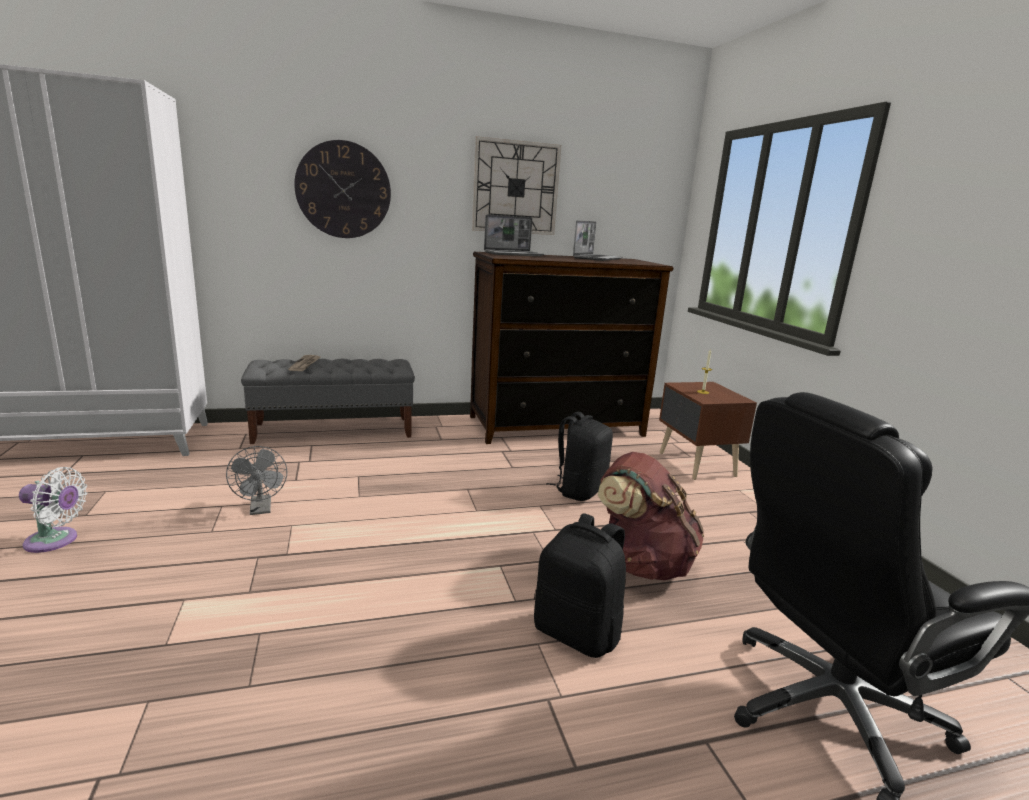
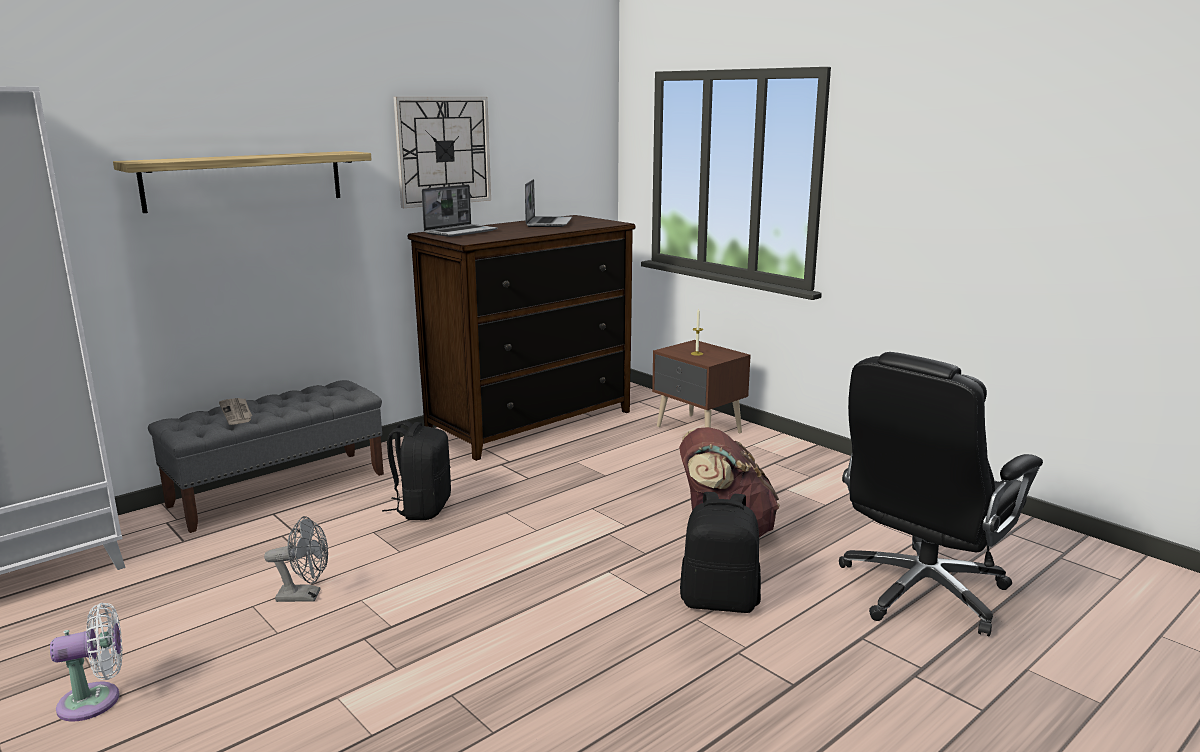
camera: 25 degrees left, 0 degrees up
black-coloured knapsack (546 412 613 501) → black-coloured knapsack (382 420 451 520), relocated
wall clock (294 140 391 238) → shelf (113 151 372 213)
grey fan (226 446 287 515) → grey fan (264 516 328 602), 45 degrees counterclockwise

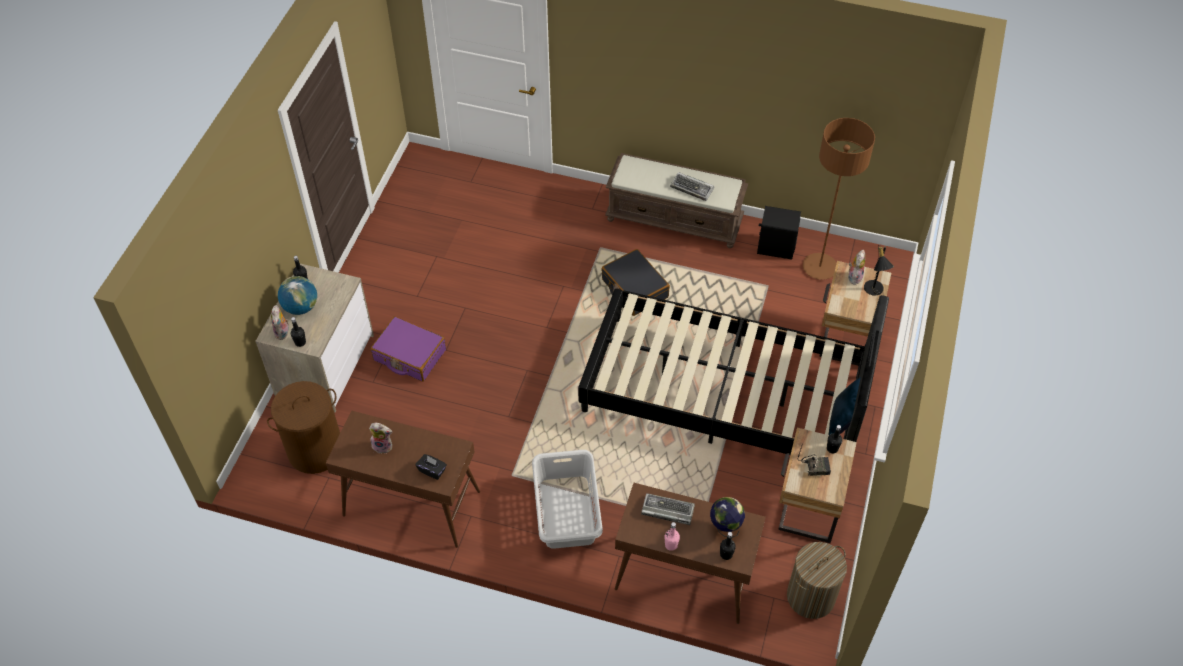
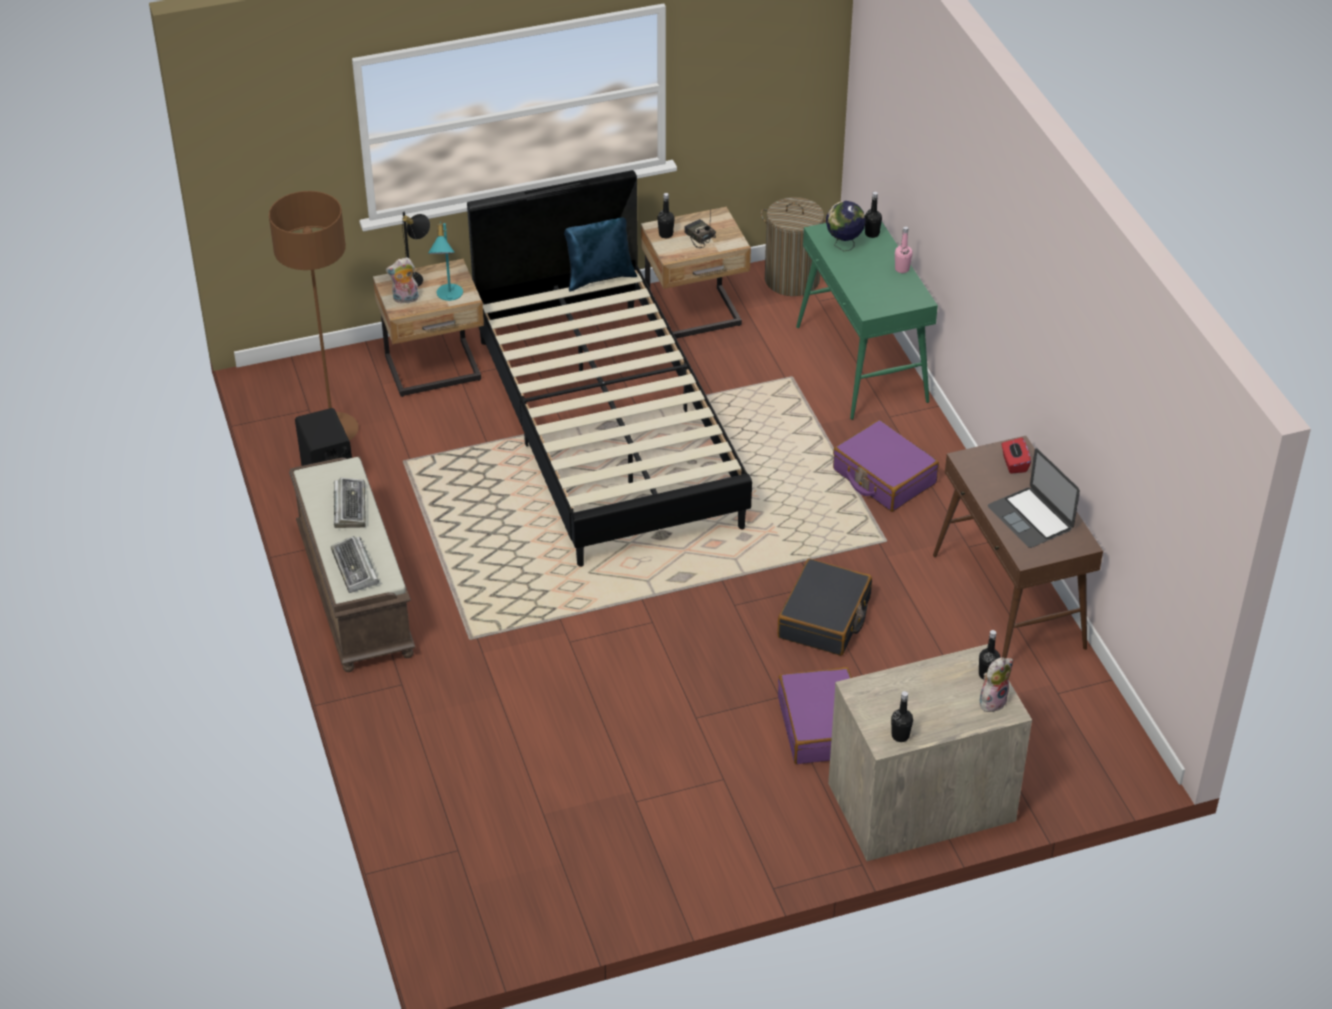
camera: 125 degrees left, 10 degrees down
brownish washing basket (267 381 340 474) → -
desk globe (278 276 317 315) → -
- → turquoise tabletop lamp (428 222 463 301)
black-coloured suitcase (601 249 670 316) → black-coloured suitcase (777 558 872 656), relocated
PC keyboard (641 493 695 525) → PC keyboard (331 536 379 593), relocated
cuddly toy (369 423 392 454) → notebook computer (988 448 1080 548)
grey washing basket (532 450 603 549) → purple-coloured suitcase (833 420 939 512)
black-coloured tissue box (416 454 447 480) → red tissue box (1001 437 1031 474)
brownish console table (615 483 765 624) → green-coloured console table (796 222 938 420)

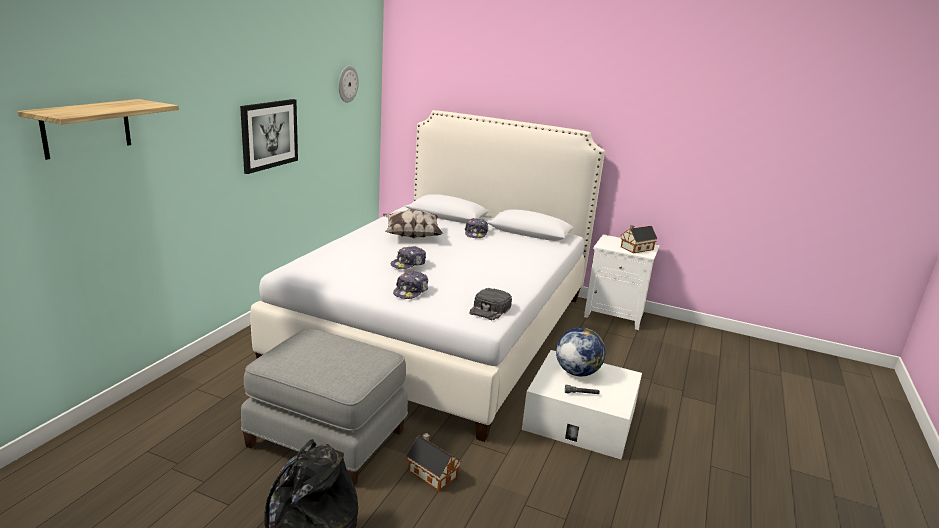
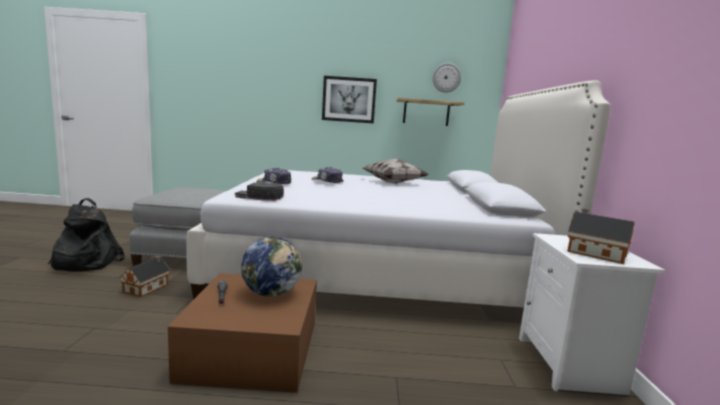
camera: 70 degrees right, 10 degrees down
baseball cap (465 218 488 238) → -
shelf (18 99 179 160) → shelf (396 98 465 126), relocated
white storage box (522 350 642 459) → brownish storage box (168 273 317 393)

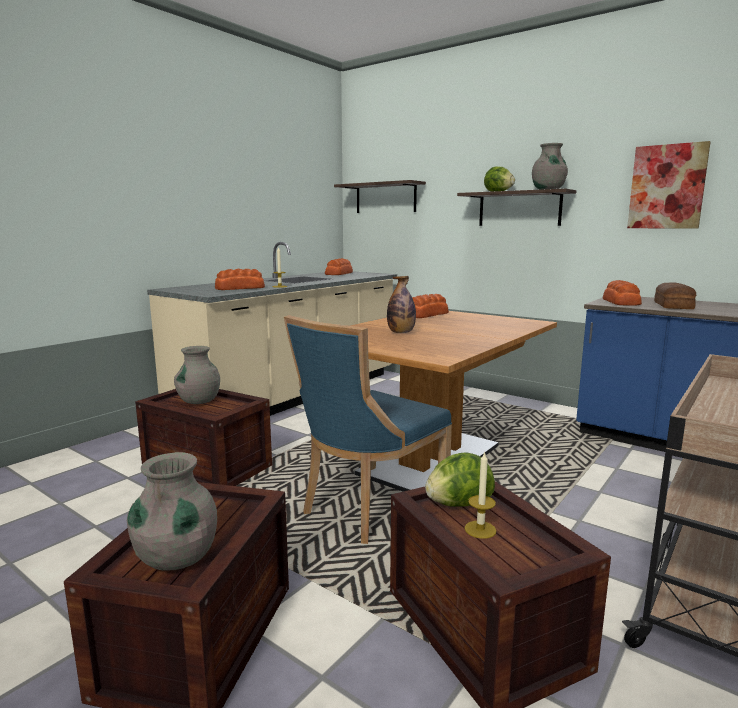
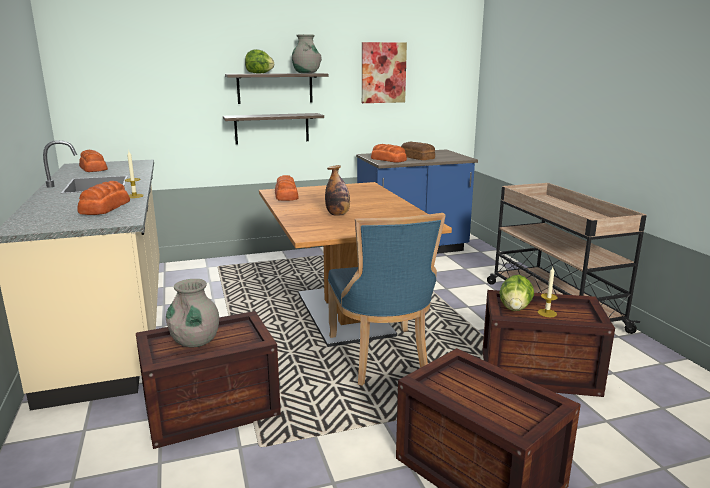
camera: 55 degrees left, 5 degrees up
grey vase (127 452 217 571) → -
shelf (334 180 426 213) → shelf (223 113 324 144), relocated

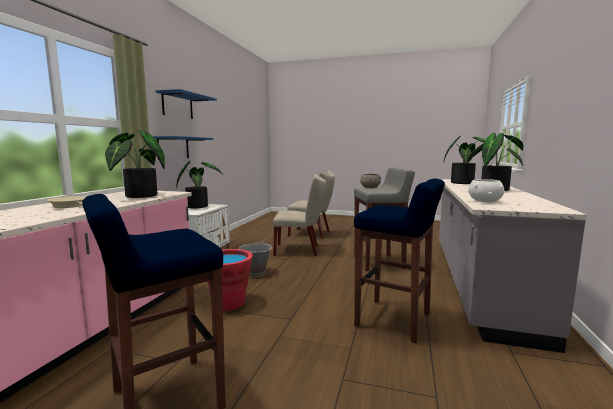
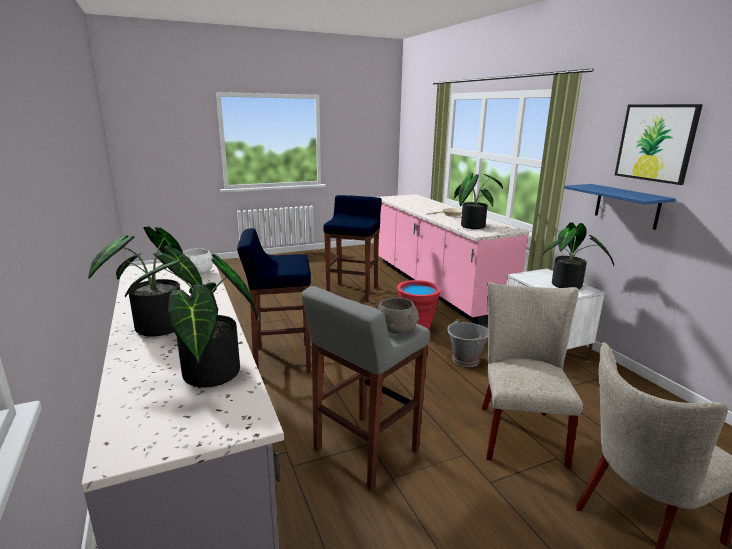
camera: 140 degrees right, 10 degrees up
bluish shelf (155 89 217 119) → wall art (615 104 703 185)
beige chair (273 174 327 256) → beige chair (482 282 583 469), 135 degrees clockwise

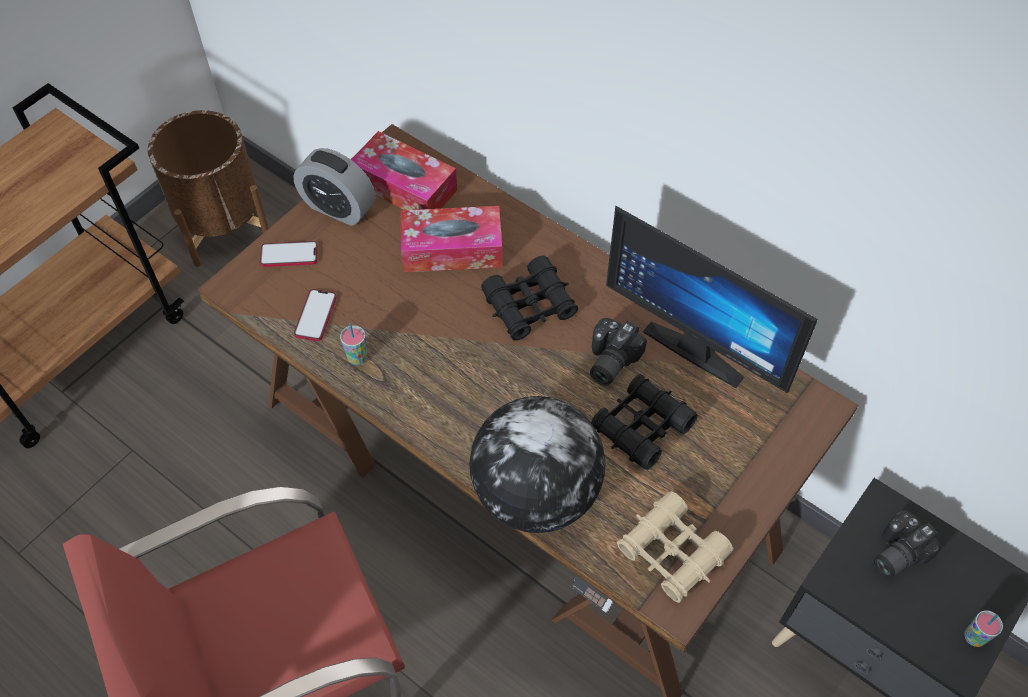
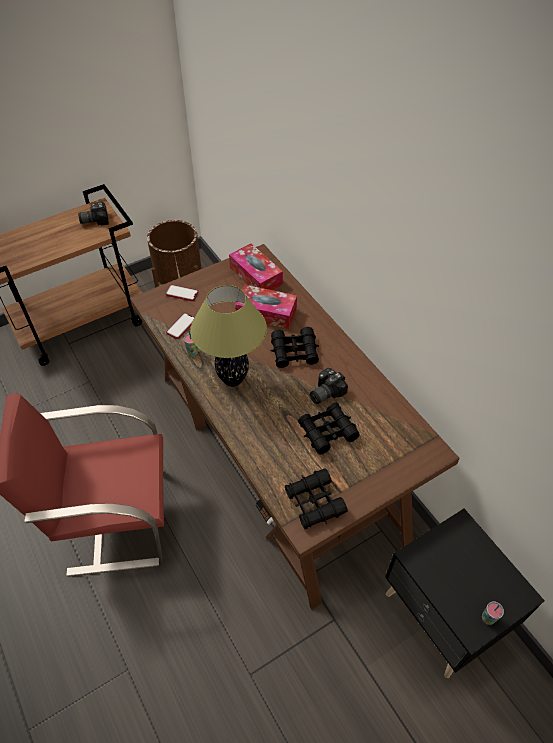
camera: 20 degrees right, 5 degrees down
alarm clock (293 148 375 226) → -
desk globe (469 396 606 533) → -
computer display (606 205 818 393) → -
- → tabletop lamp (190 285 267 387)
photo camera (873 510 942 578) → photo camera (78 202 109 226), relocated
beige pair of binoculars (617 491 733 603) → black-coloured pair of binoculars (285 468 348 529)

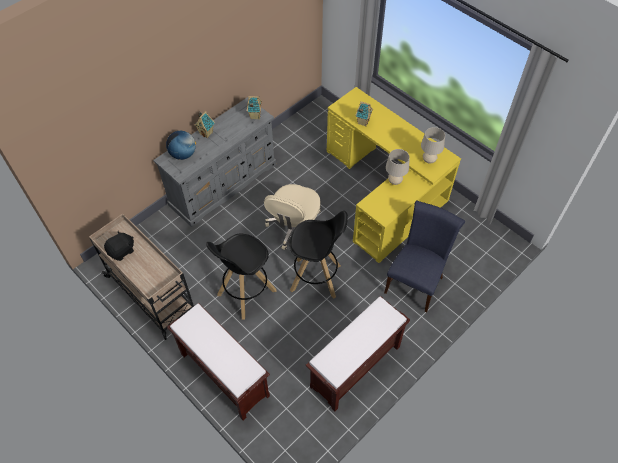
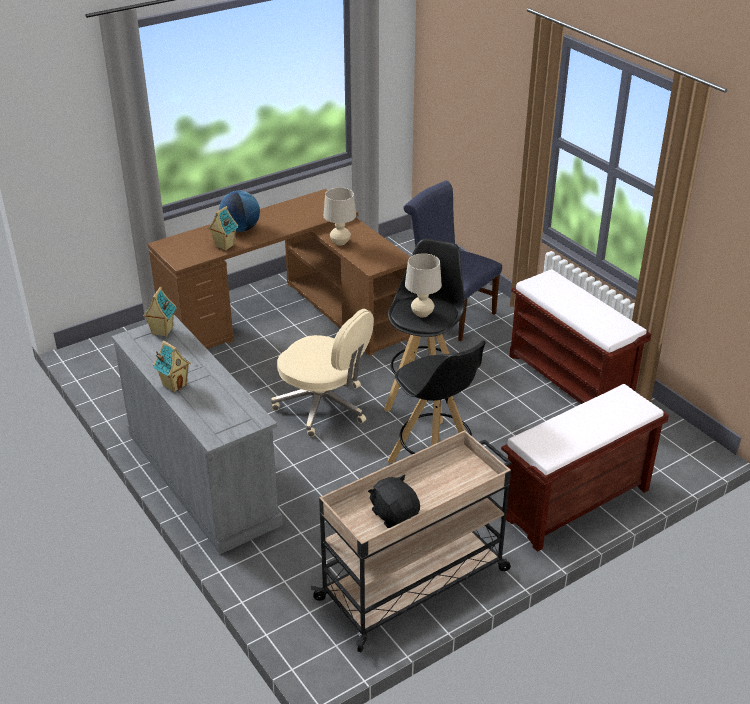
camera: 80 degrees left, 20 degrees down
desk globe (166 130 196 160) → desk globe (219 191 260 232), relocated
beige tabletop lamp (421 127 445 164) → beige tabletop lamp (405 253 442 318), relocated
yellowish desk unit (327 87 461 263) → brownish desk unit (148 189 410 356)

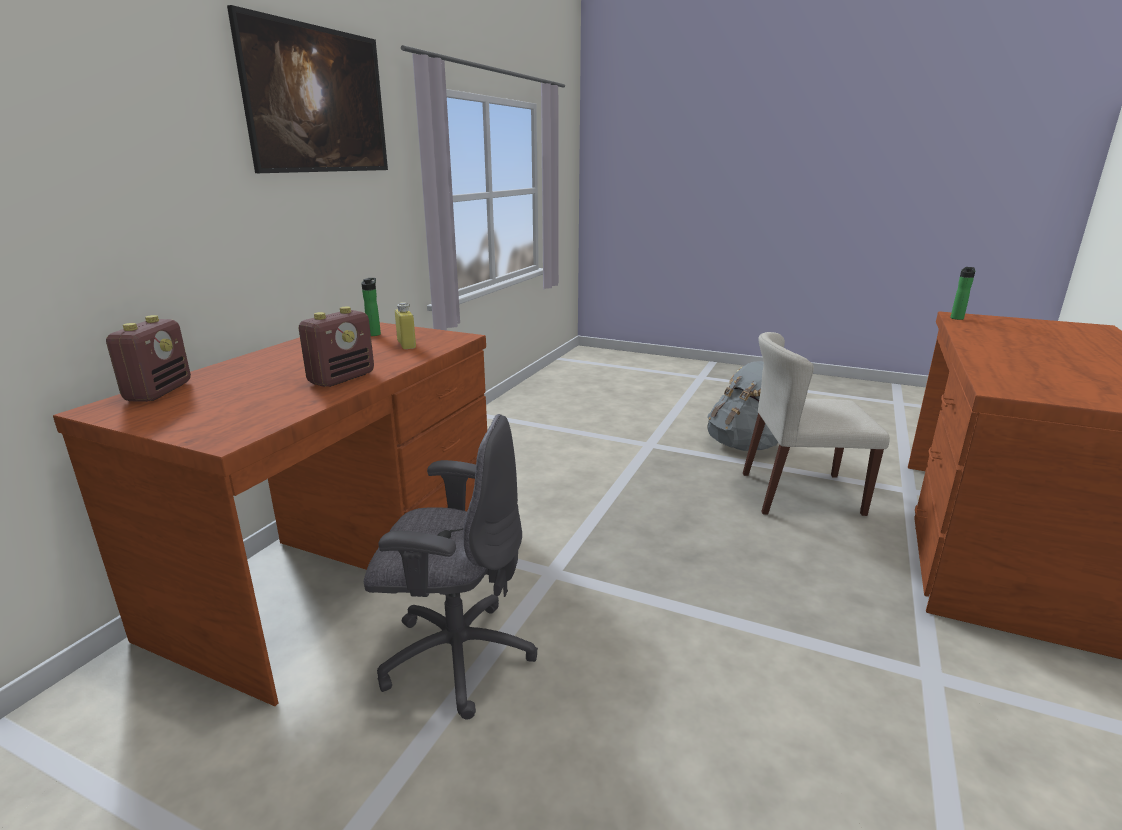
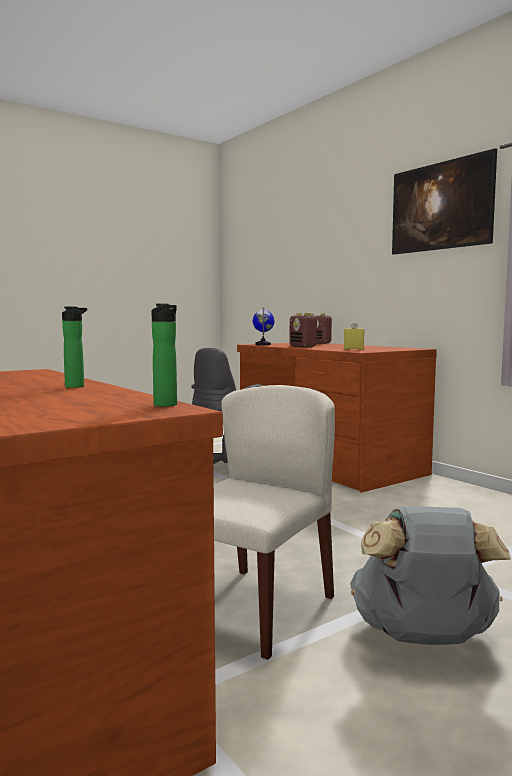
camera: 120 degrees right, 15 degrees down
- → desk globe (253 307 275 345)
beverage bottle (361 278 381 336) → beverage bottle (62 306 87 388), relocated

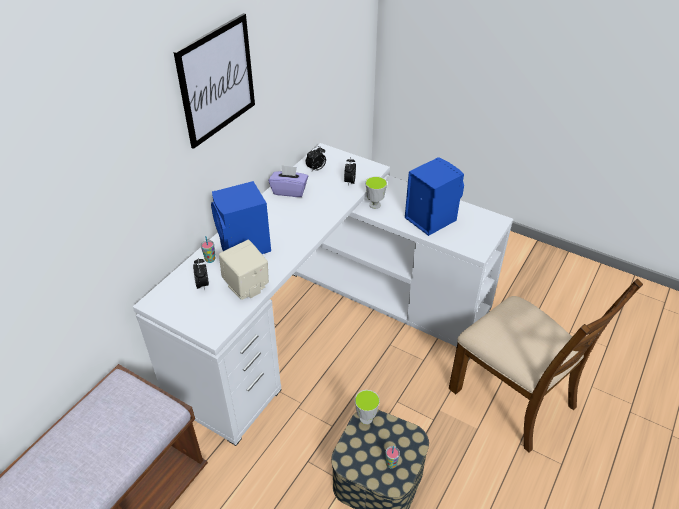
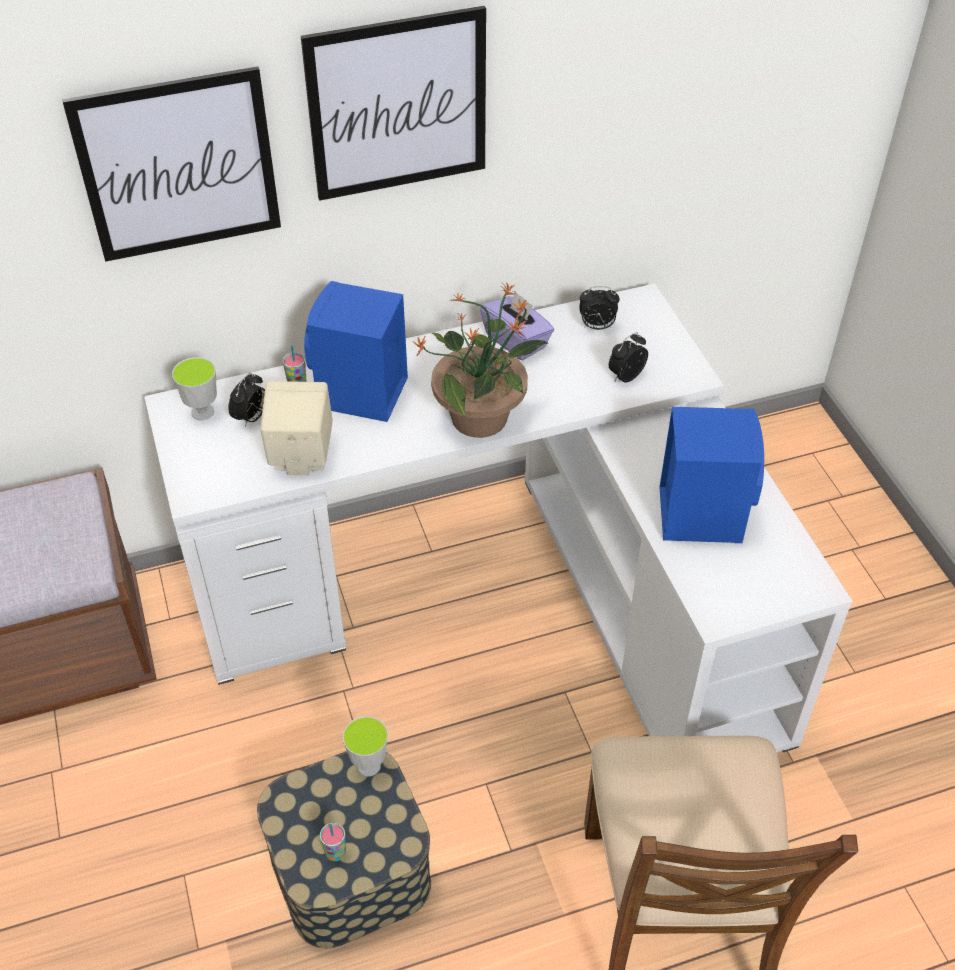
camera: 40 degrees right, 5 degrees up
- → wall art (62 66 281 262)
- → potted plant (412 282 549 438)
small cup (365 176 387 209) → small cup (172 357 217 420), relocated

